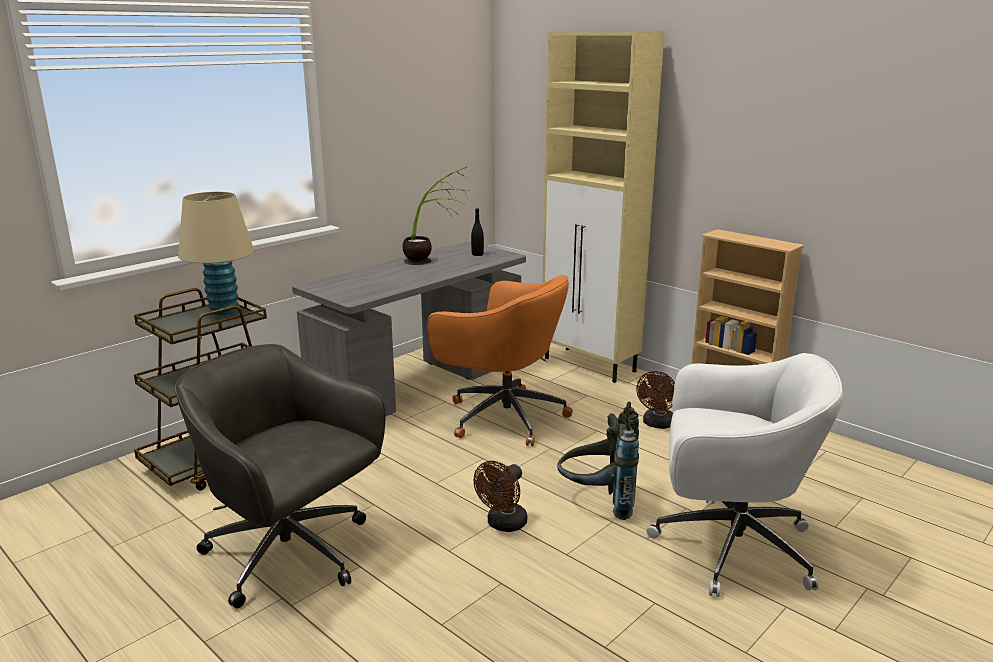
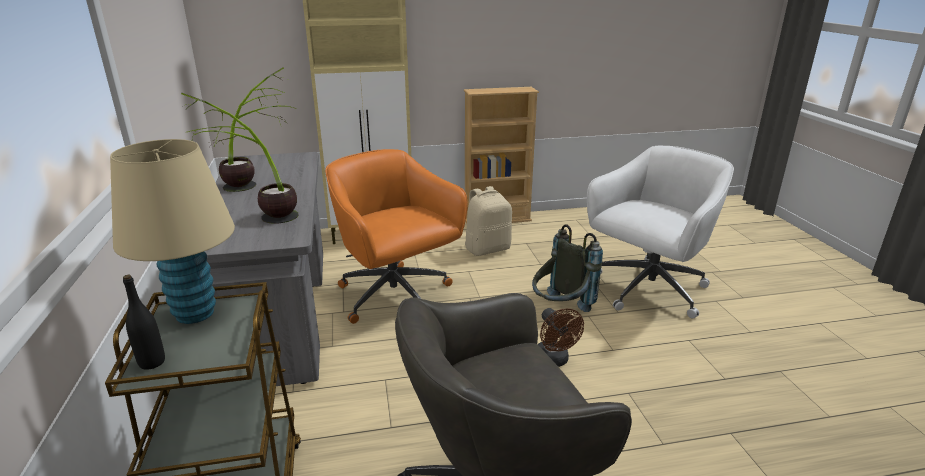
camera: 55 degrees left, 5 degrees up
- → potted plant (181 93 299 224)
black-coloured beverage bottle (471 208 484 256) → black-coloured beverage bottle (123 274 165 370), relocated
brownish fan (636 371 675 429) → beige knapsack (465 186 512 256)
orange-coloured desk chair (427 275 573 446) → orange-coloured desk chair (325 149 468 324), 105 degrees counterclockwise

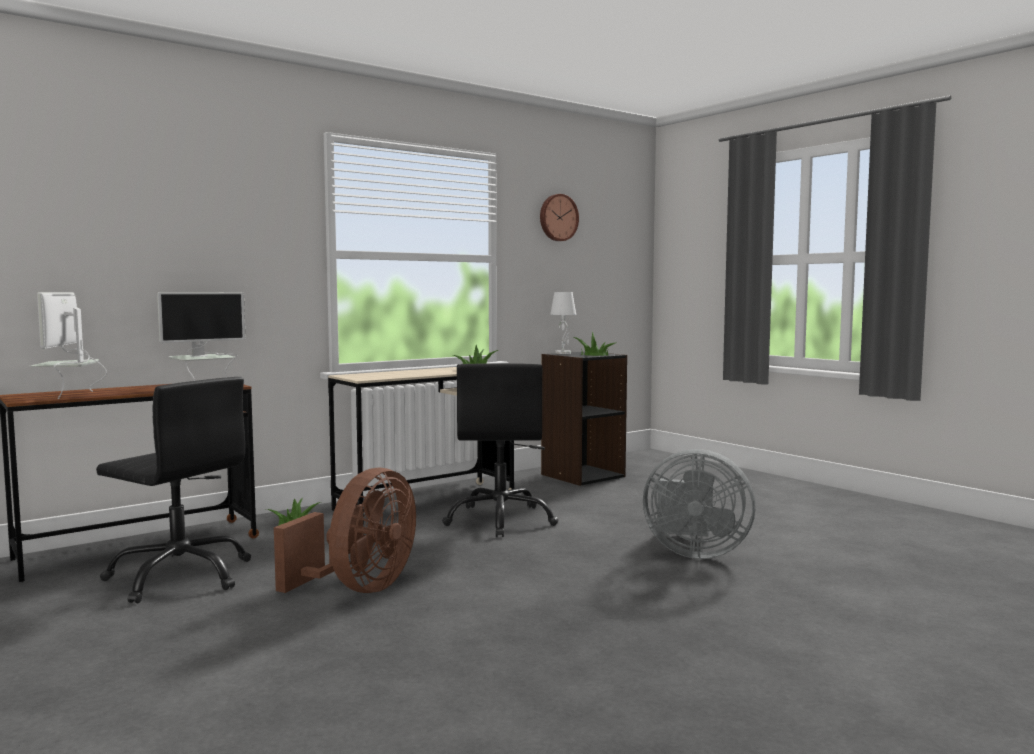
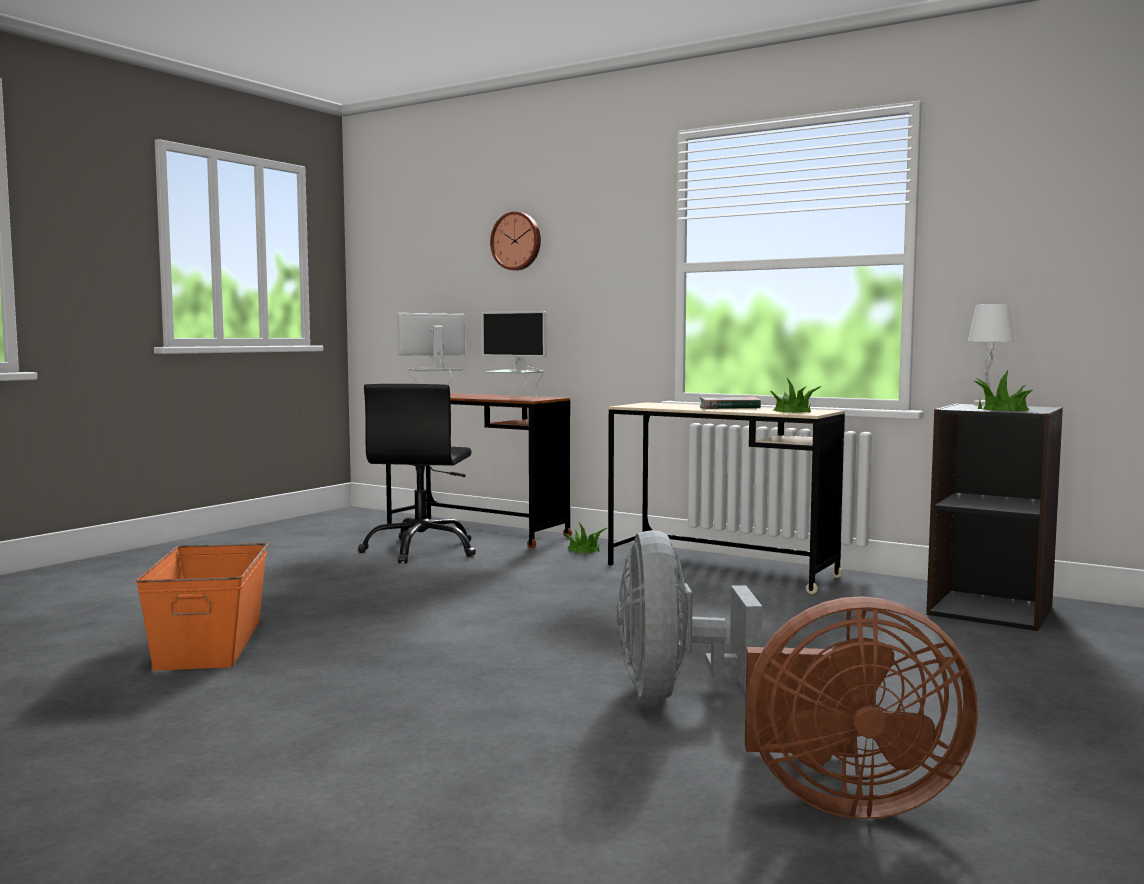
camera: 70 degrees right, 0 degrees up
black-coloured desk chair (442 363 559 537) → -
- → orange-coloured storage box (136 543 268 671)
- → bound book (700 397 761 409)
brownish fan (274 468 416 593) → brownish fan (745 596 978 819), relocated
wall clock (540 194 579 241) → wall clock (490 212 541 271), relocated

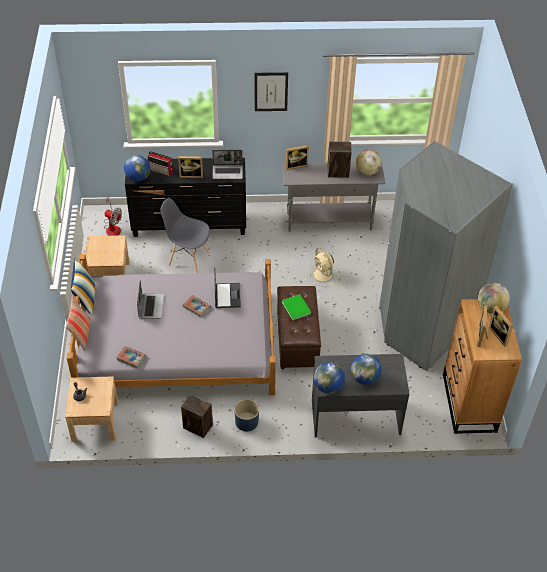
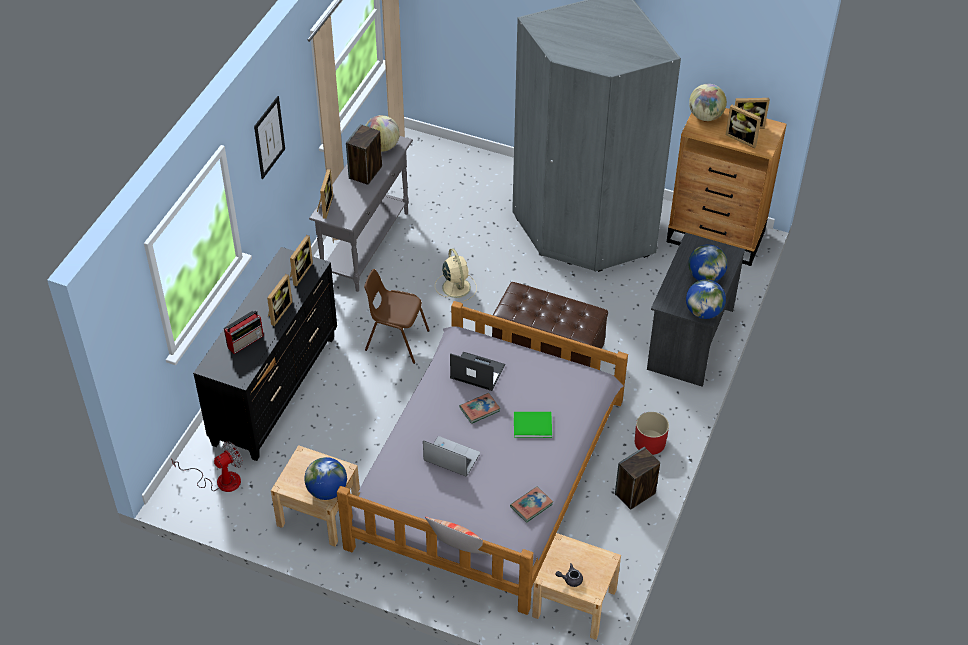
camera: 65 degrees left, 0 degrees up
cushion (71 258 95 315) → -
grey chair (161 198 210 273) → -
- → brownish chair (364 269 430 364)
desk globe (124 155 150 181) → desk globe (304 457 347 500), relocated
green-coloured bound book (282 294 312 320) → green-coloured bound book (514 412 552 438), relocated
notebook computer (212 150 243 179) → picture frame (290 235 313 286)
bluish plant pot (234 399 259 431) → red plant pot (635 412 669 455)
beige fan (308 247 339 286) → beige fan (435 248 477 302), 105 degrees counterclockwise

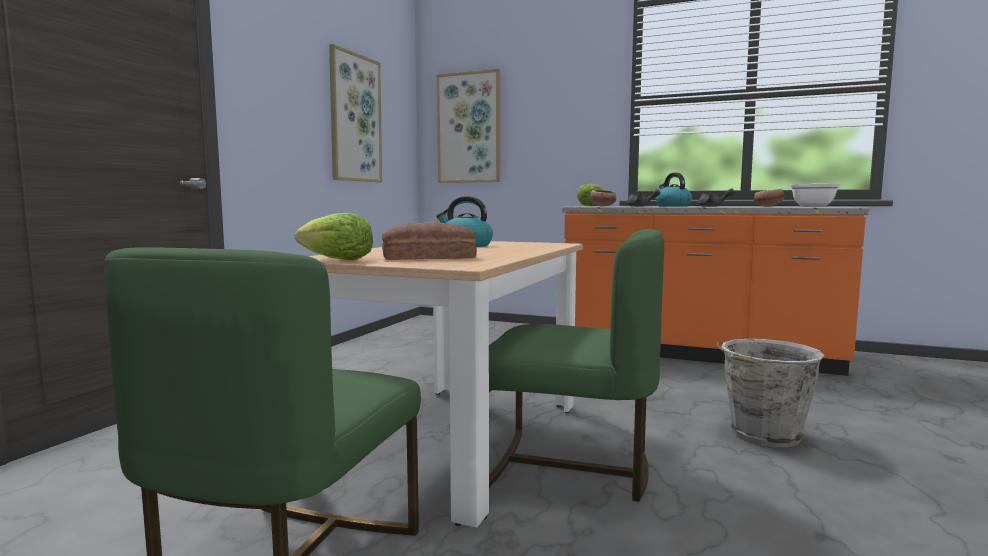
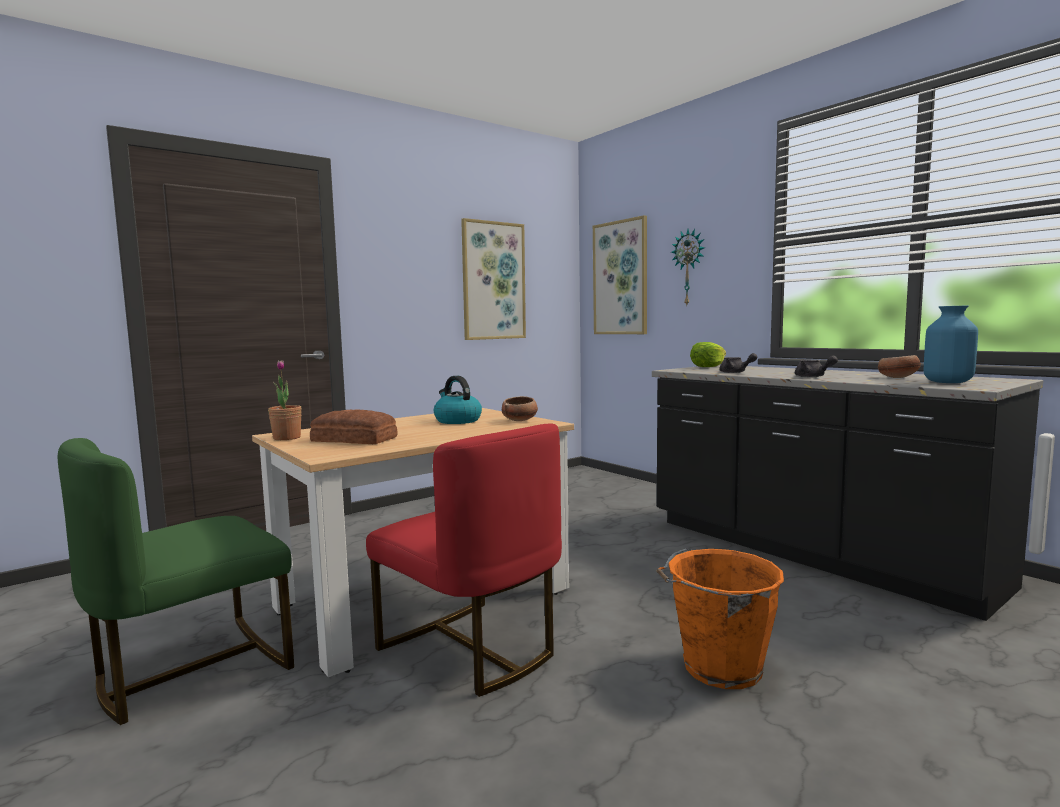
camera: 30 degrees right, 0 degrees up
kettle (656 173 692 207) → -
- → wall clock (671 229 705 305)
serving bowl (590 190 616 207) → serving bowl (502 396 538 421), relocated
lettuce head (294 213 373 260) → potted plant (268 360 302 440)
pan (790 184 840 207) → bluish vase (924 306 978 383)
green-coloured chair (489 229 664 502) → red chair (366 423 562 697)
orange-coloured kitchen base unit (562 206 870 376) → black-coloured kitchen base unit (652 365 1043 621)
grey water bucket (717 339 825 448) → orange-coloured water bucket (656 549 784 689)

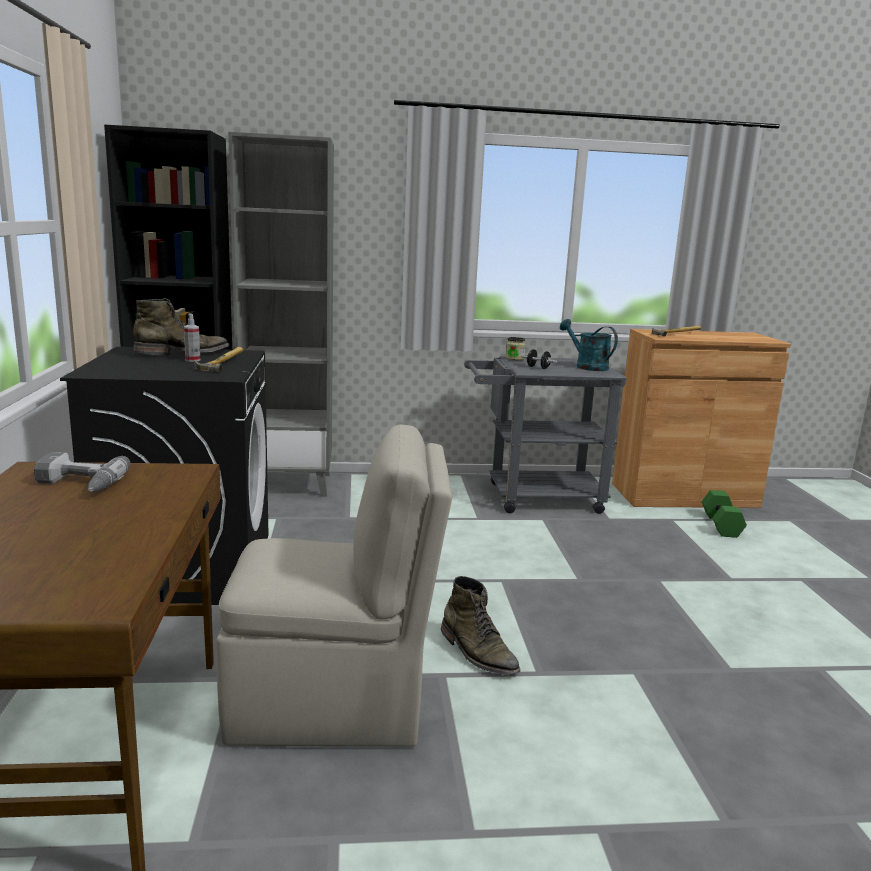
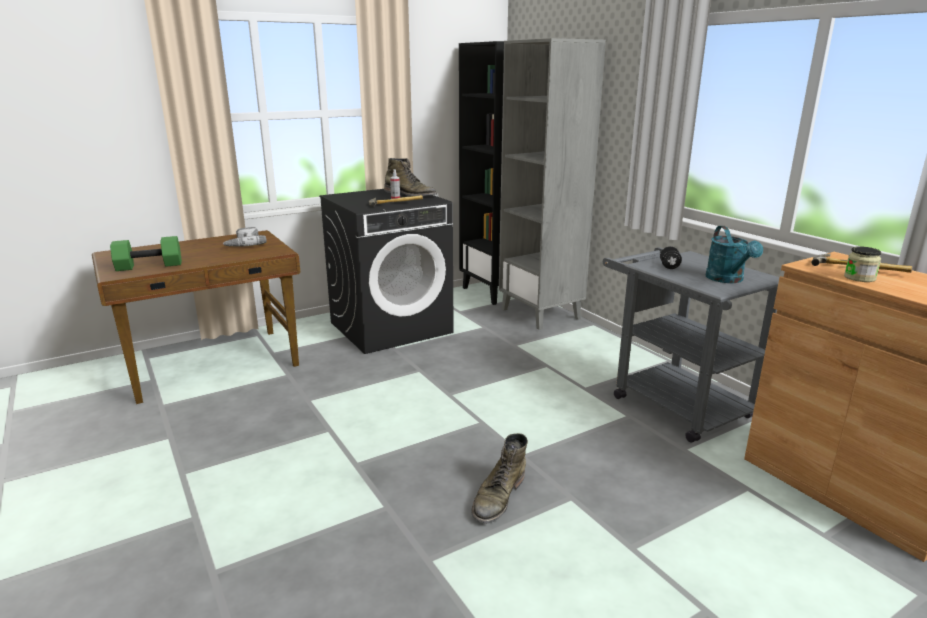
camera: 65 degrees right, 5 degrees up
beige chair (216 424 452 747) → -
green-coloured tall boot (441 576 520 675) → green-coloured tall boot (471 433 528 524), relocated
jar (505 337 526 360) → jar (844 246 882 282), relocated
green-coloured dumbbell (702 490 747 538) → green-coloured dumbbell (110 236 182 271), relocated
turquoise watering pot (560 319 618 371) → turquoise watering pot (706 226 763 283), 150 degrees clockwise

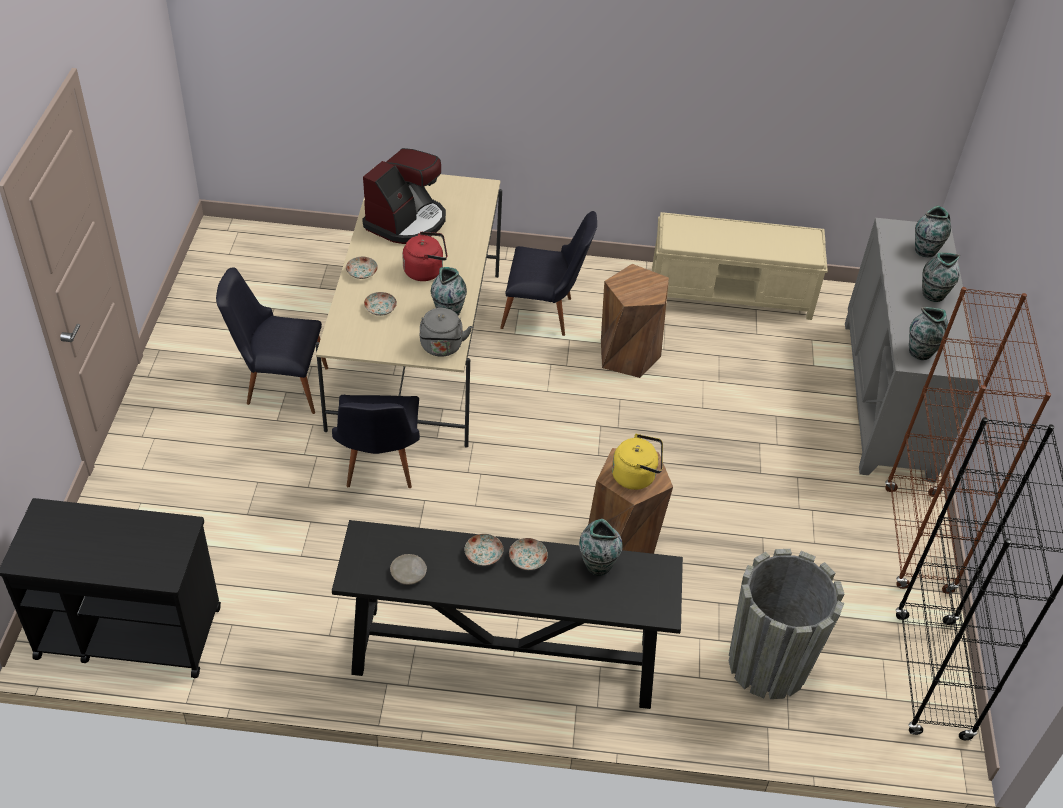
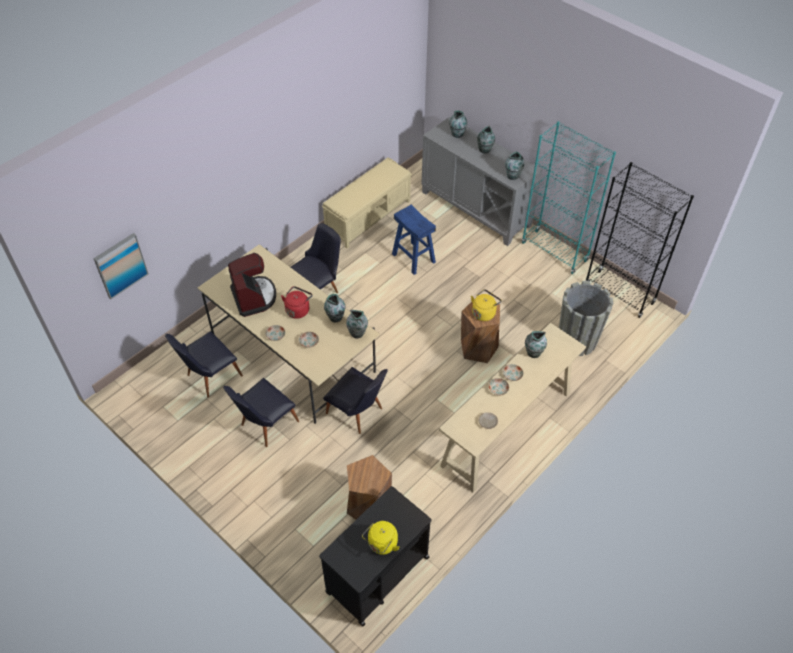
camera: 50 degrees left, 5 degrees up
- → wall art (93 233 149 299)
- → black-coloured chair (165 331 243 397)
- → yellowish kettle (362 521 400 555)
- → bluish stool seat (392 204 436 275)
brownish stool seat (601 264 669 378) → brownish stool seat (347 455 392 520), relocated
grey kettle (419 308 472 357) → vase (346 310 368 338)
black-coloured console table (332 520 683 709) → beige console table (439 323 586 492)
brownish bookshelf (885 287 1051 594) → turquoise bookshelf (522 121 616 274)

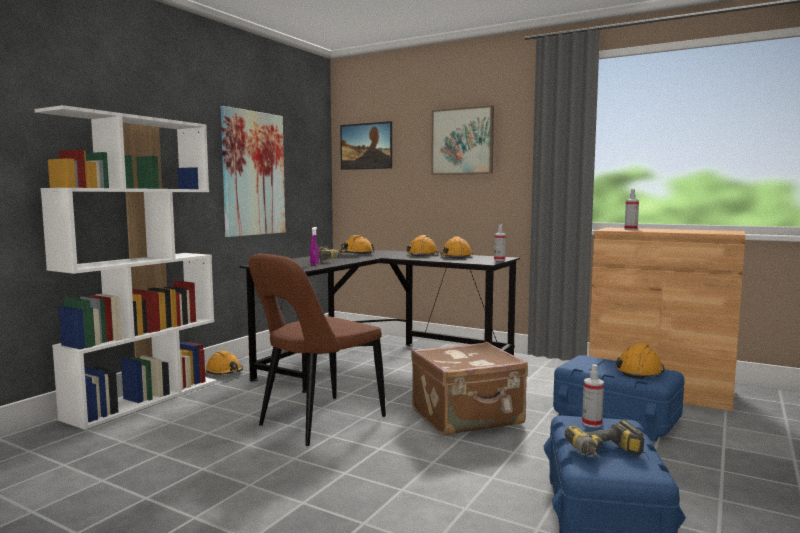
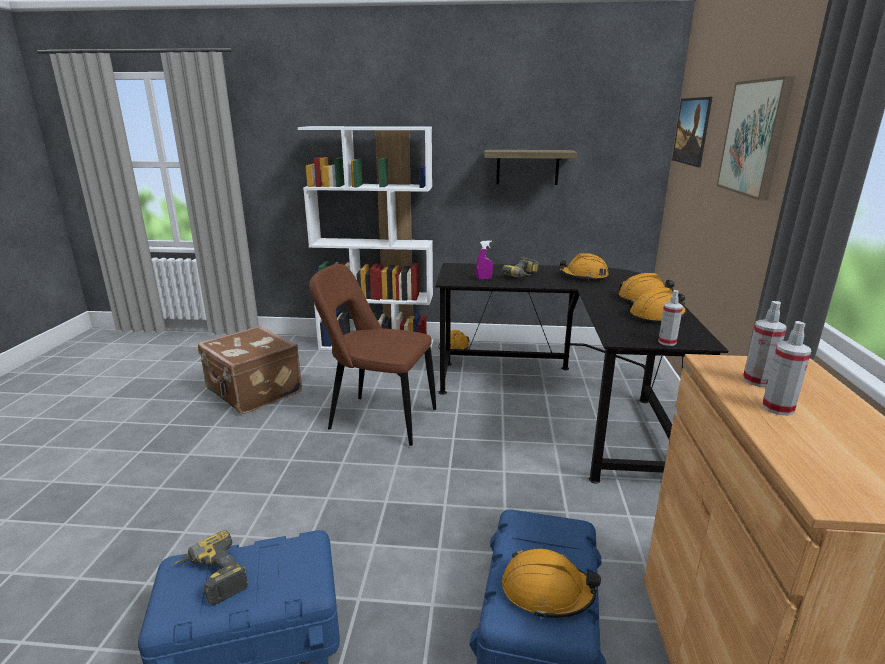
camera: 65 degrees right, 15 degrees up
brownish suitcase (411 342 528 436) → brownish suitcase (198 326 302 414), relocated
hand sprayer (582 364 604 428) → hand sprayer (762 321 811 416), relocated
wall art (221 106 285 237) → shelf (484 150 577 185)

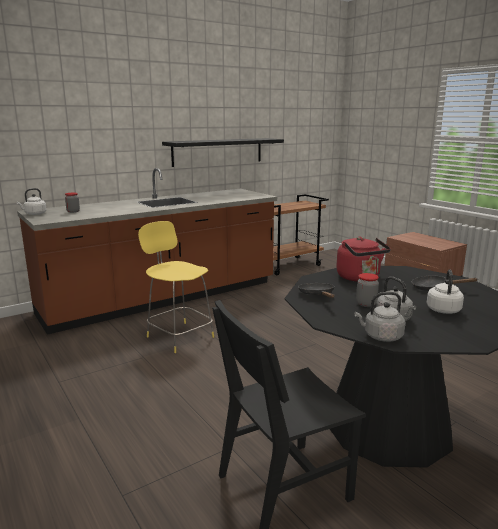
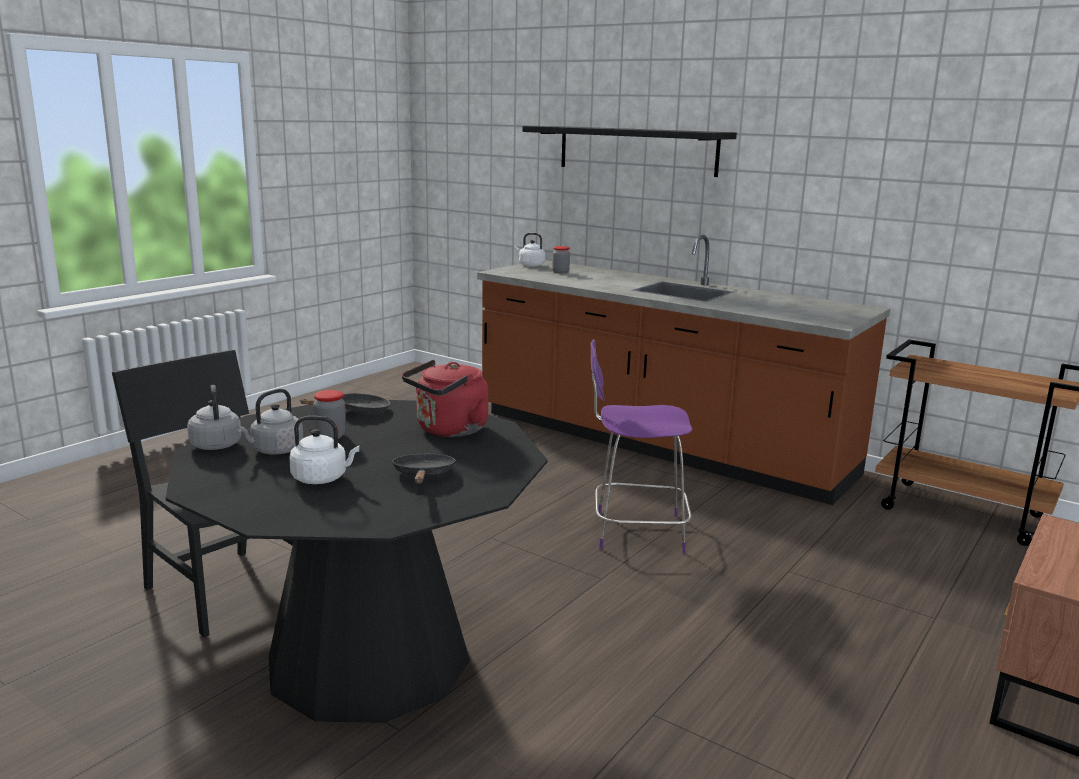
camera: 70 degrees right, 0 degrees up
yellowish stool seat (138 221 214 353) → -
- → purple-coloured stool seat (591 339 692 553)
black-coloured shelf (162 138 284 167) → black-coloured shelf (522 126 737 177), relocated

